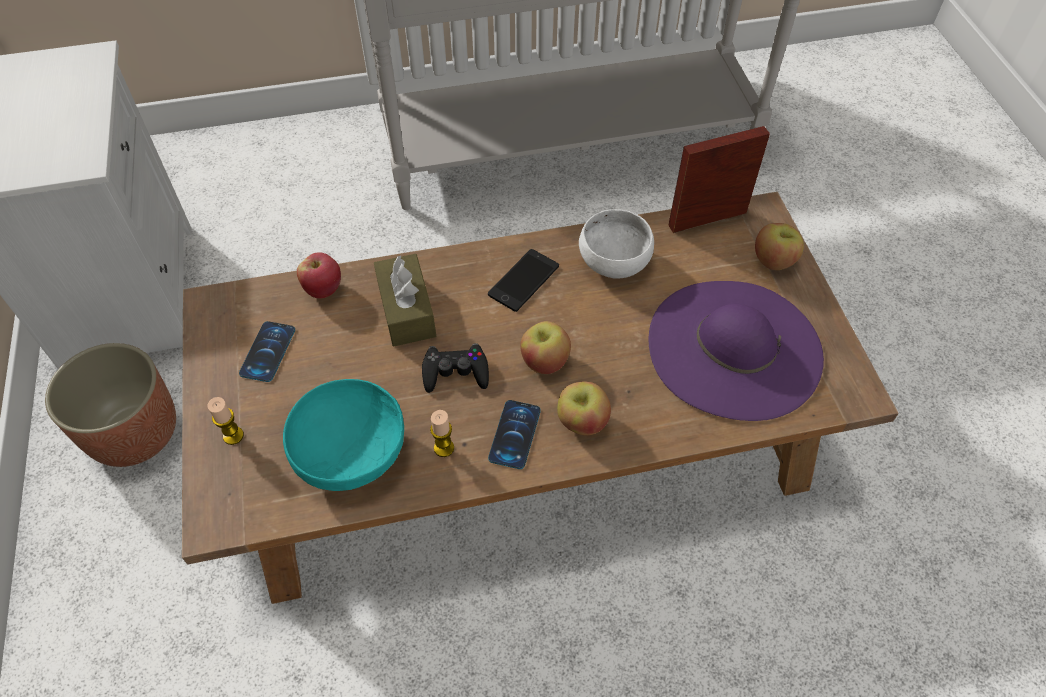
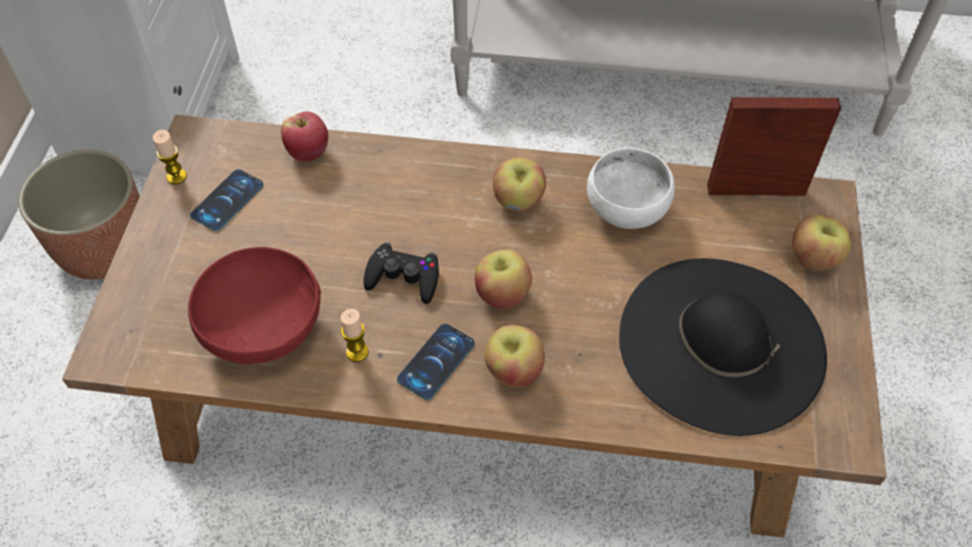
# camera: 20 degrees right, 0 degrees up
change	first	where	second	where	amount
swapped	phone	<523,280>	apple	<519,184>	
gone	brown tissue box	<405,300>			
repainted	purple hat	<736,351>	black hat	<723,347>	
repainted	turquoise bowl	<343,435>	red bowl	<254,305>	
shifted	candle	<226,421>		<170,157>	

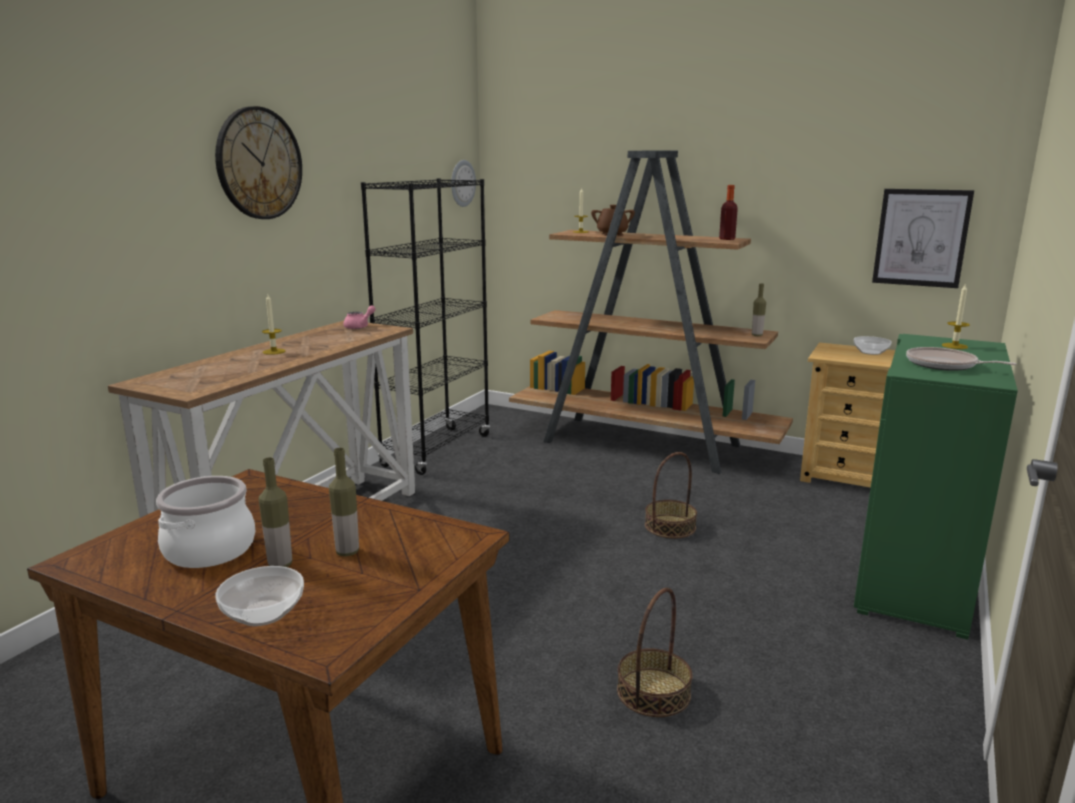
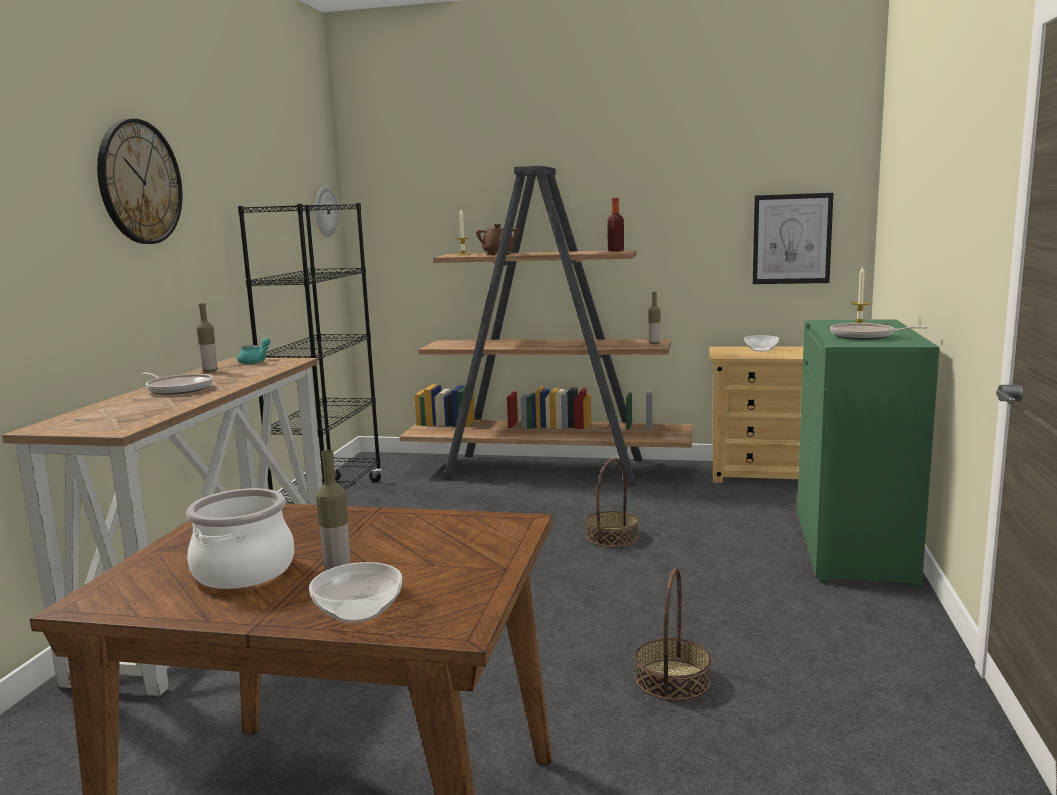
# camera: 15 degrees left, 5 degrees down
change	first	where	second	where	amount
swapped	candle	<273,324>	frying pan	<177,383>	
repainted	pink teapot	<359,317>	turquoise teapot	<254,351>	
shifted	bottle	<344,502>		<206,337>	

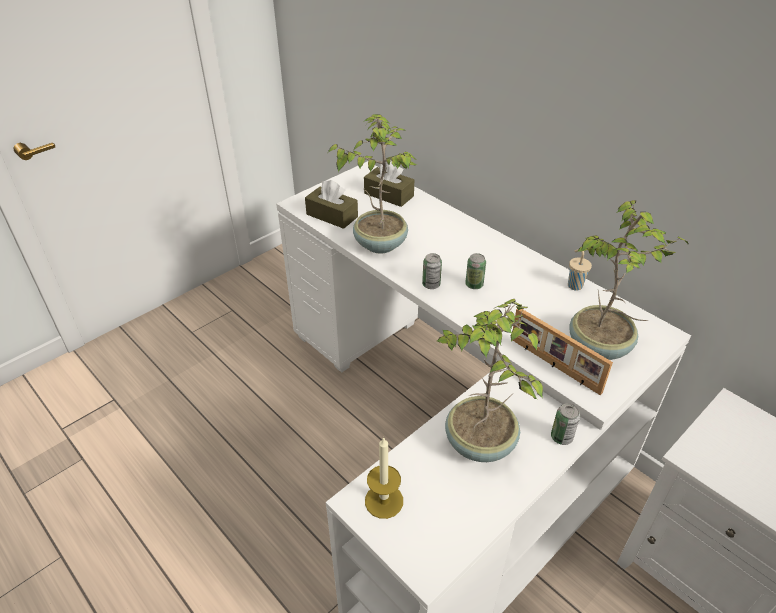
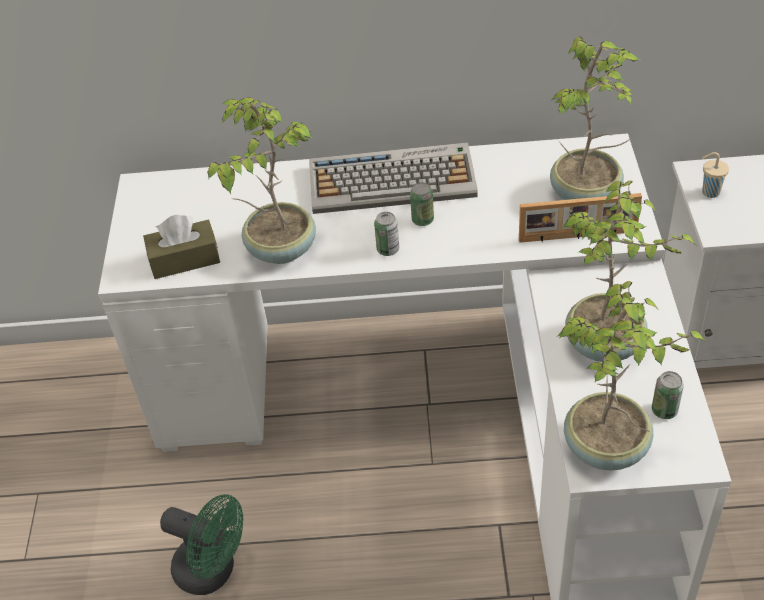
# camera: 45 degrees left, 5 degrees up
change	first	where	second	where	amount
gone	brown tissue box	<389,183>			
shifted	beige cup	<580,270>		<715,175>	
shifted	can	<565,424>		<668,395>	
swapped	candle	<384,478>	potted plant	<632,375>	
new			keyboard	<393,178>	
new			green fan	<201,544>	

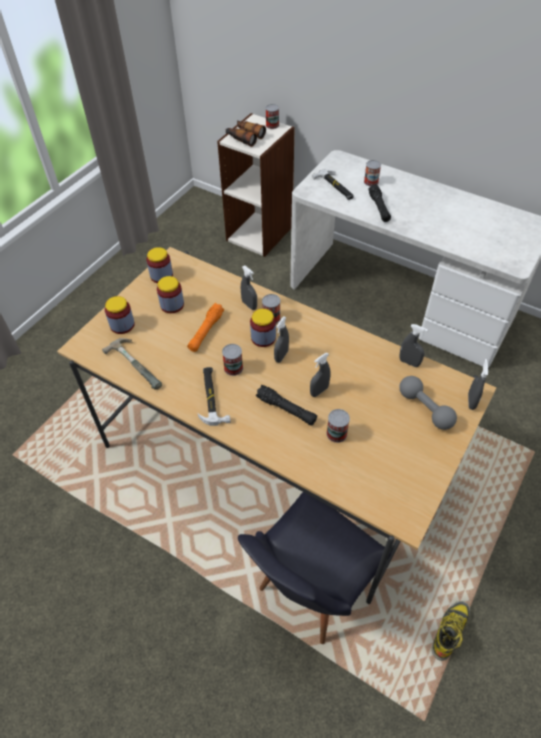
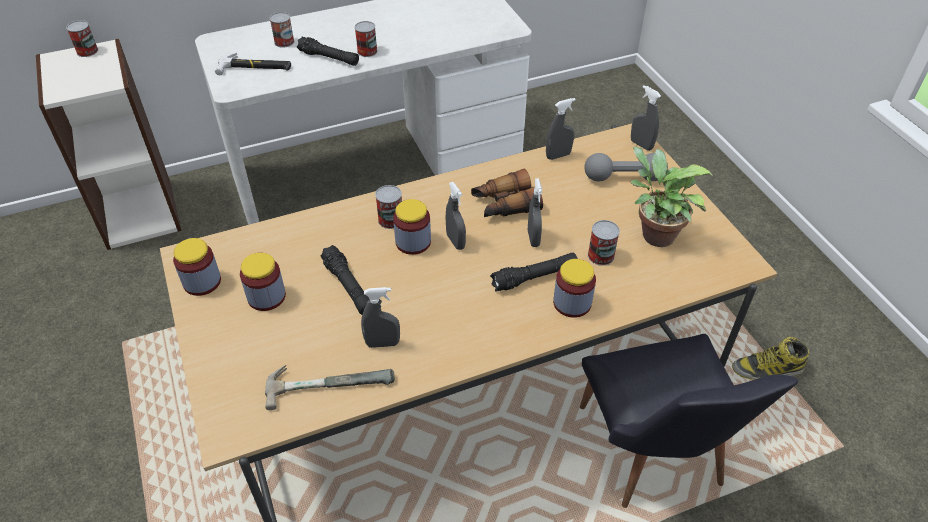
# camera: 55 degrees left, 5 degrees down
change	first	where	second	where	amount
shifted	binoculars	<246,133>		<507,193>	
shifted	grey spray bottle	<249,288>		<380,317>	
shifted	jar	<120,315>		<574,288>	
repainted	orange flashlight	<205,327>	black flashlight	<345,280>	
shifted	can	<232,360>		<366,39>	
gone	hammer	<214,396>			
rotated	boot	<450,631>		<770,358>	75 degrees counterclockwise
new			potted plant	<672,197>	

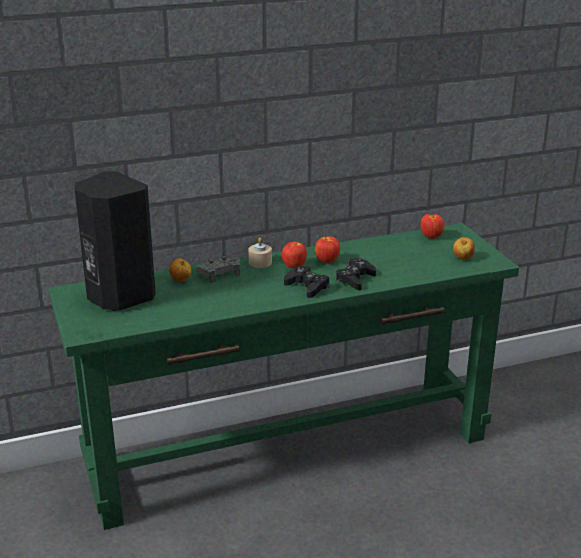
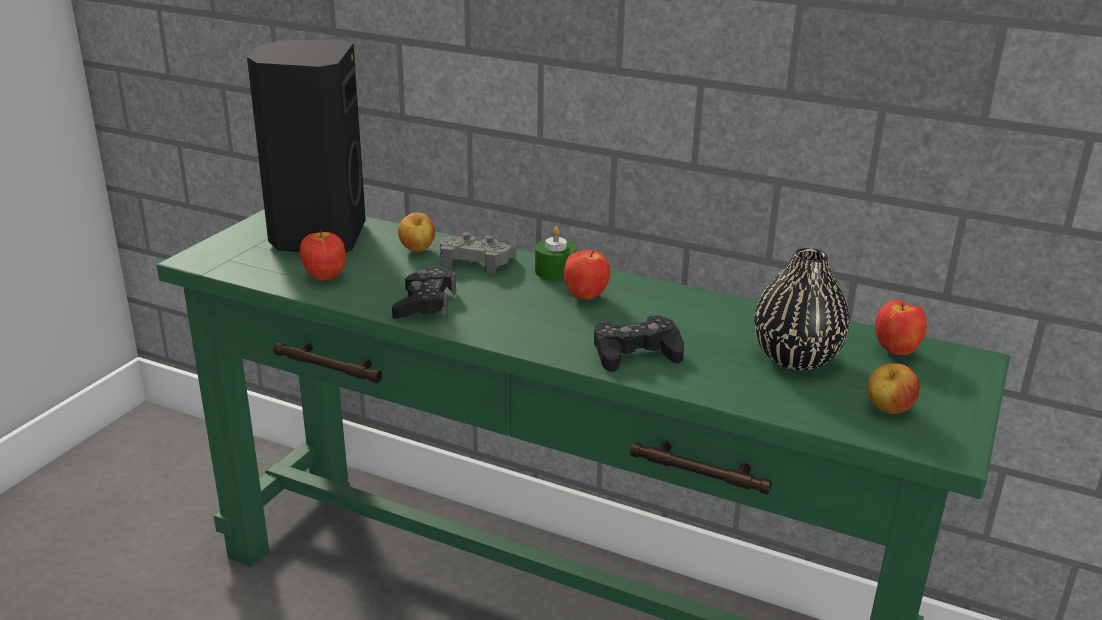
# camera: 45 degrees right, 0 degrees up
change	first	where	second	where	amount
shifted	apple	<327,249>		<323,255>	
repainted	beige candle	<260,252>	green candle	<556,253>	
shifted	black game controller	<307,282>		<424,292>	
new			black vase	<802,309>	

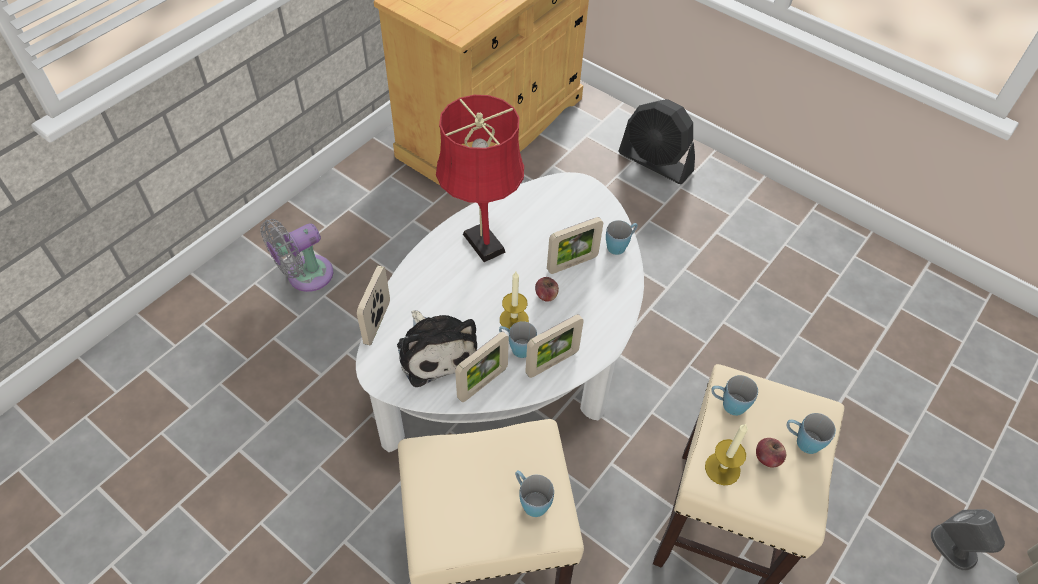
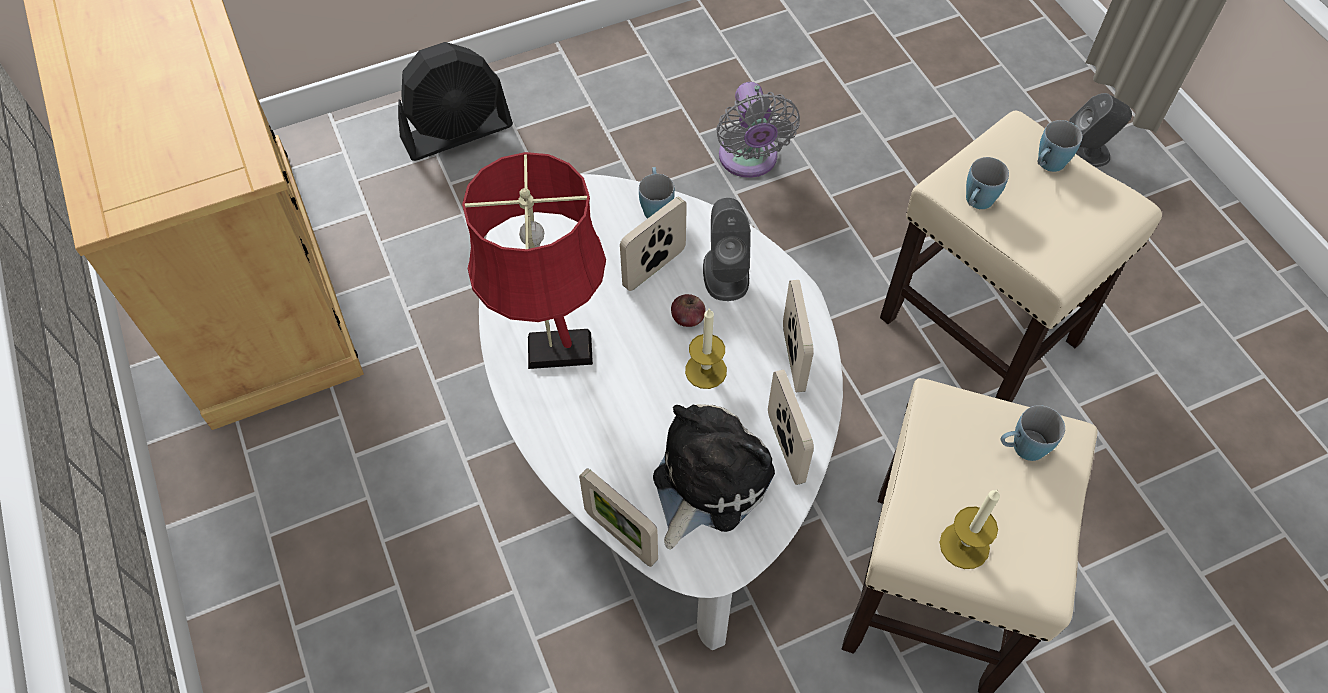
# camera: 60 degrees left, 5 degrees up
change	first	where	second	where	amount
rotated	picture frame	<575,245>		<653,244>	135 degrees counterclockwise
shifted	grey fan	<296,255>		<758,130>	
rotated	plush toy	<437,348>		<714,476>	60 degrees counterclockwise
gone	blue mug	<518,339>			
shifted	candle	<726,455>		<970,529>	
gone	apple	<771,452>			
new			grey speaker	<727,249>	

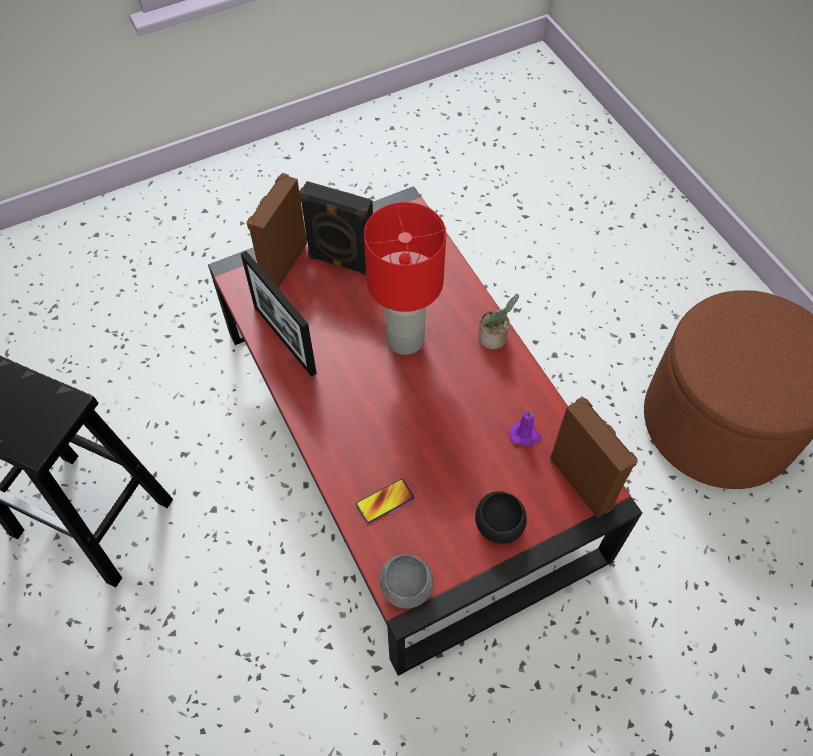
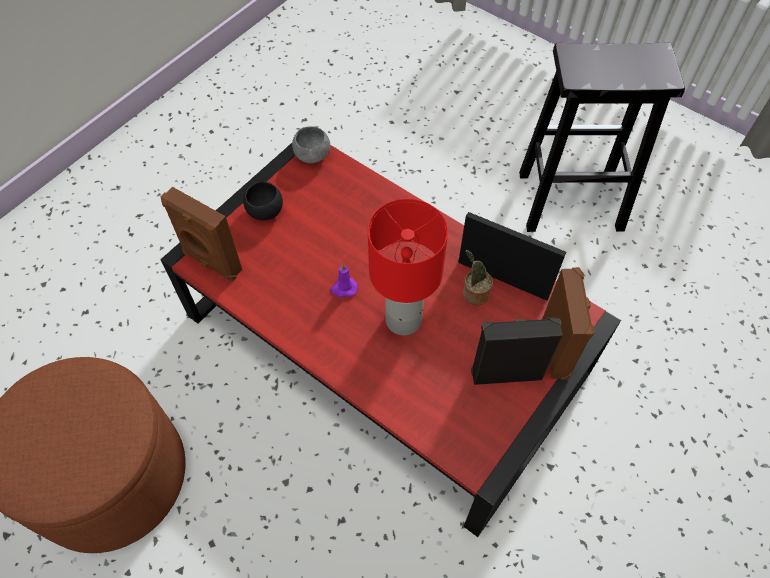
# camera: 155 degrees right, 0 degrees up
change	first	where	second	where	amount
shifted	potted plant	<498,321>		<478,277>	
shifted	purple candle	<525,428>		<344,280>	
gone	phone	<385,501>			

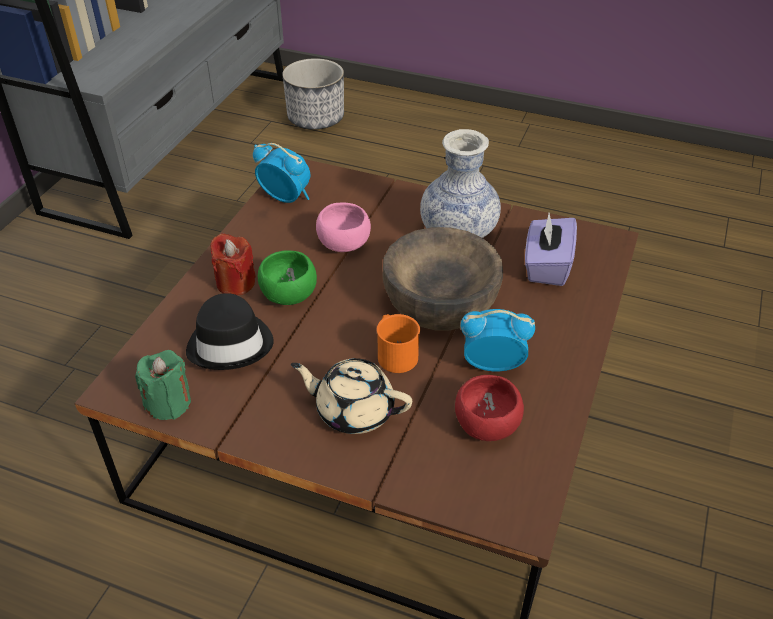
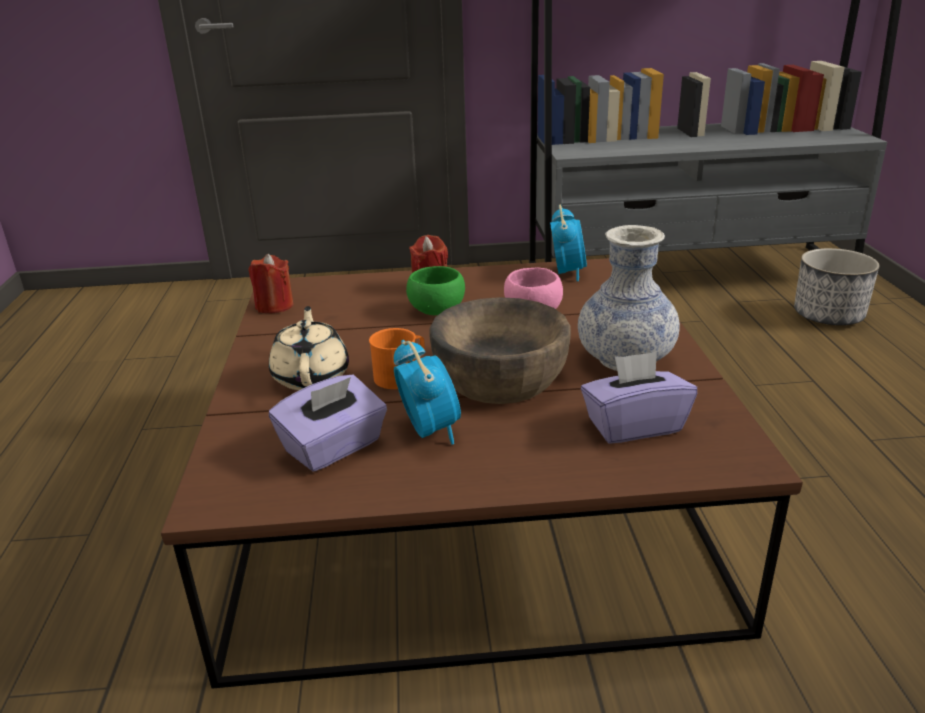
# camera: 65 degrees right, 15 degrees down
change	first	where	second	where	amount
gone	black hat	<230,331>			
repainted	green candle	<163,385>	red candle	<270,283>	
swapped	red bowl	<489,408>	purple tissue box	<328,423>	

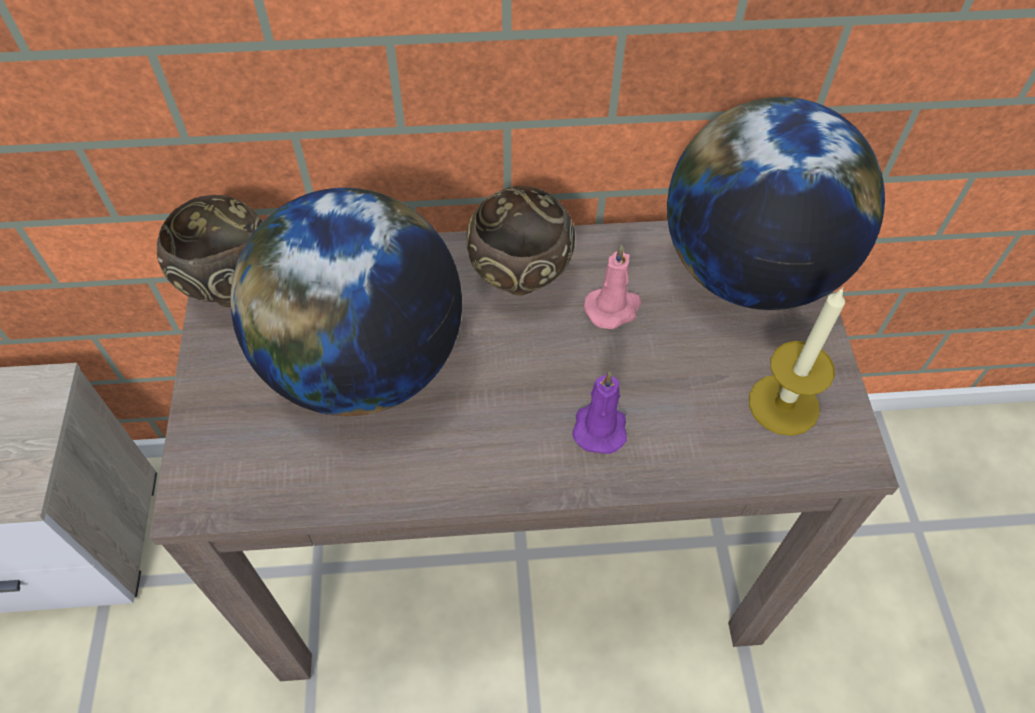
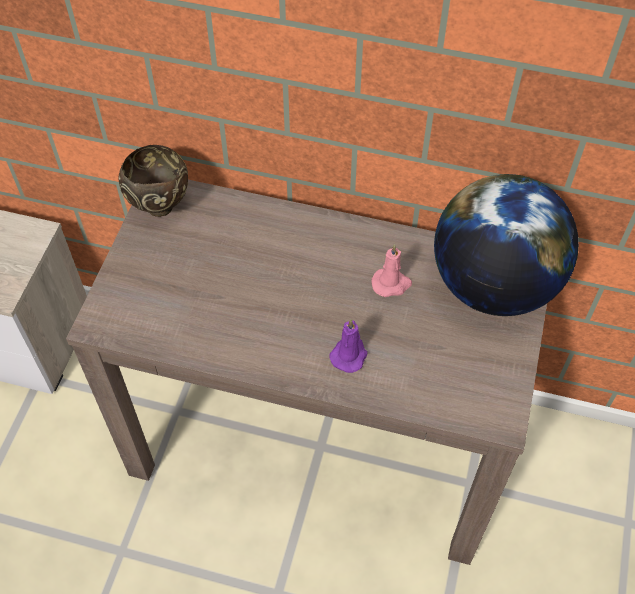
# camera: 20 degrees right, 0 degrees up
change	first	where	second	where	amount
gone	brown bowl	<520,240>			
gone	globe	<346,302>			
gone	candle	<797,361>			

